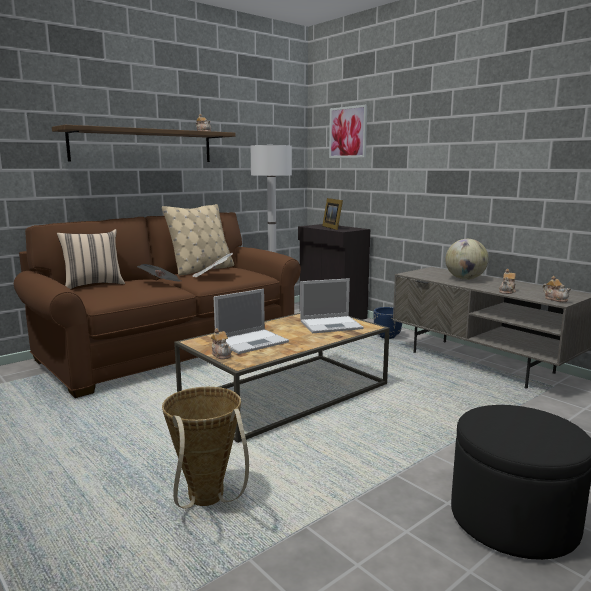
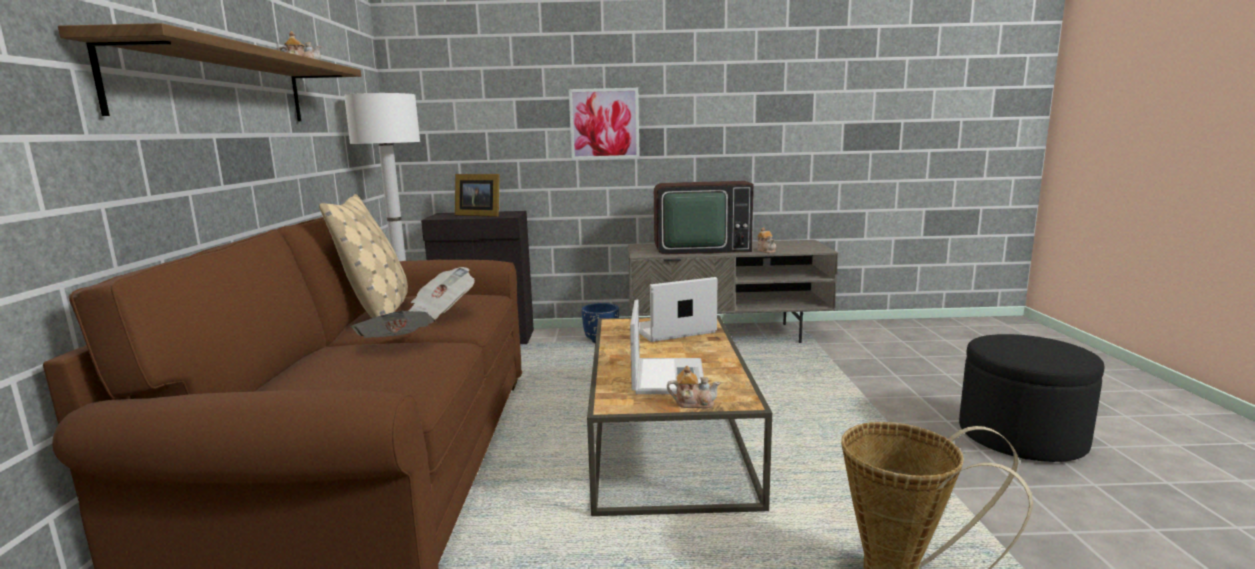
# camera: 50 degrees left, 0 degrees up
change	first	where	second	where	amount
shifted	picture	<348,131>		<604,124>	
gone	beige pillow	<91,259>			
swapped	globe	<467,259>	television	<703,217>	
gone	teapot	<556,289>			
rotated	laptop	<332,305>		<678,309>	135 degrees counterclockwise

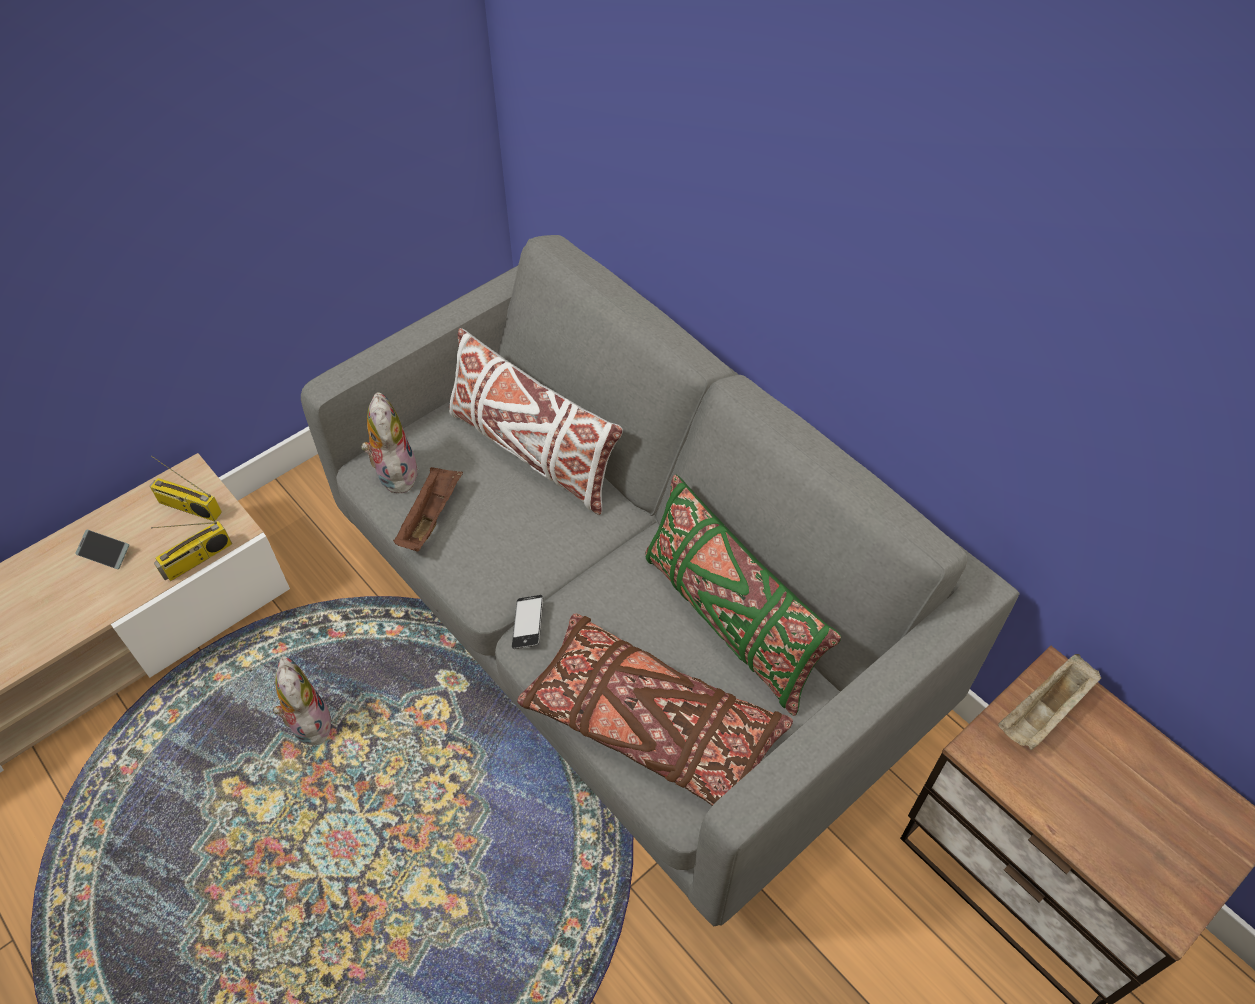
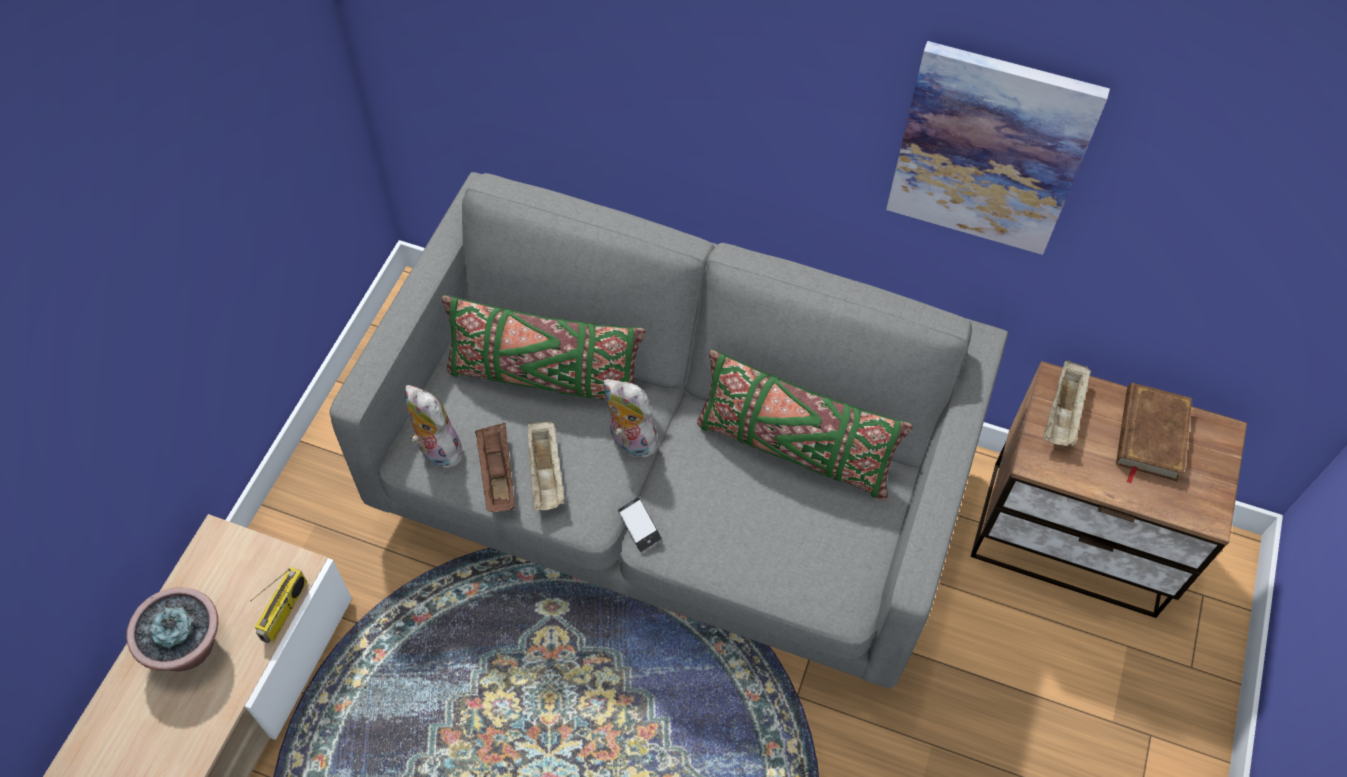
# camera: 30 degrees left, 5 degrees up
change	first	where	second	where	amount
repainted	white pillow	<536,421>	green pillow	<543,347>	
gone	radio	<186,488>			
swapped	phone	<102,549>	potted plant	<172,629>	
gone	brown pillow	<655,709>			
shifted	plush toy	<302,700>		<630,418>	
new			picture	<998,148>	
new			brown book	<1154,433>	
new			beige tray	<546,465>	

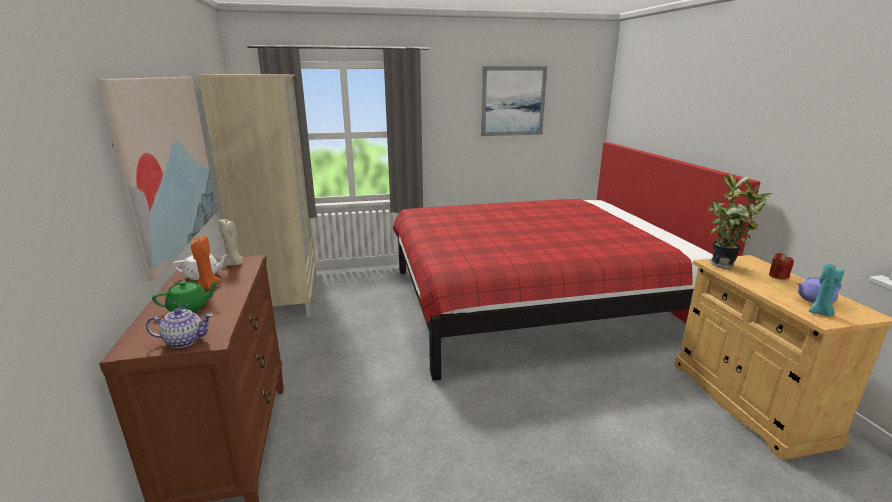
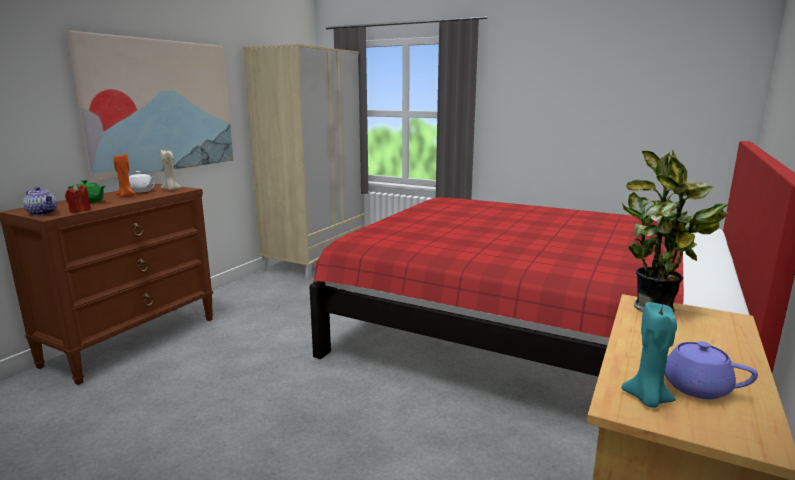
# camera: 40 degrees right, 5 degrees down
change	first	where	second	where	amount
gone	picture	<514,101>			
shifted	red candle	<781,266>		<78,198>	

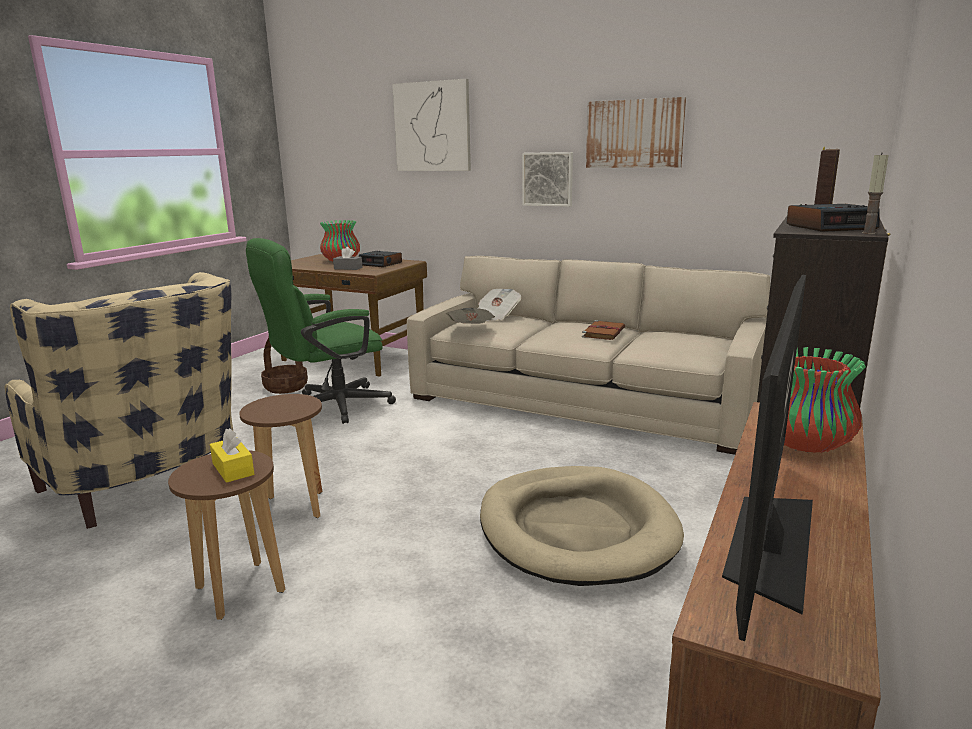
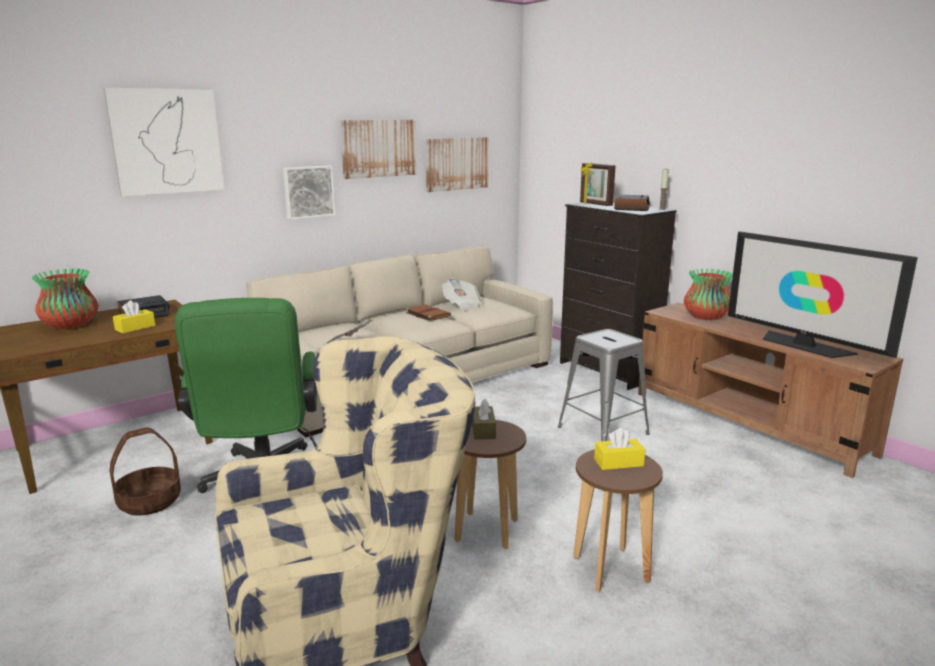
# camera: 65 degrees left, 0 degrees up
change	first	where	second	where	amount
repainted	grey tissue box	<347,258>	yellow tissue box	<134,316>	
shifted	newspaper	<499,305>		<462,294>	
swapped	beige dog bed	<582,526>	grey stool	<604,385>	
new			picture	<457,164>	
new			brown tissue box	<484,419>	

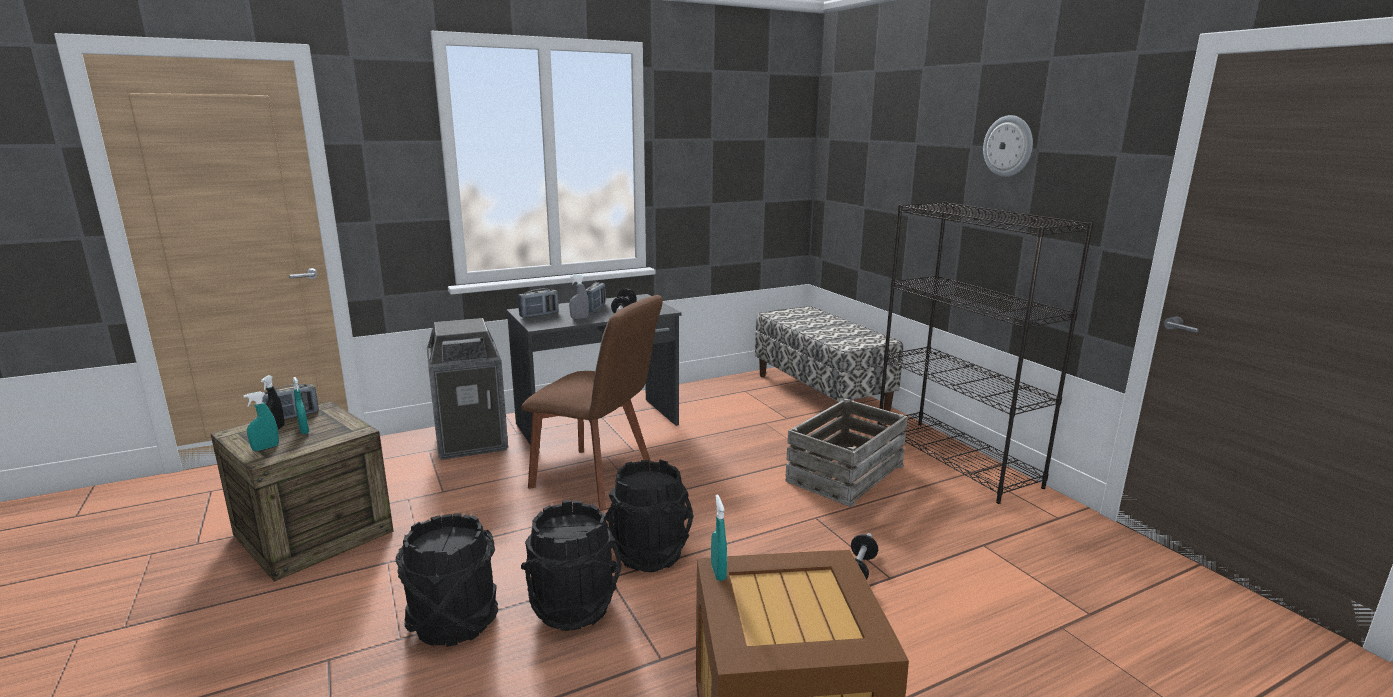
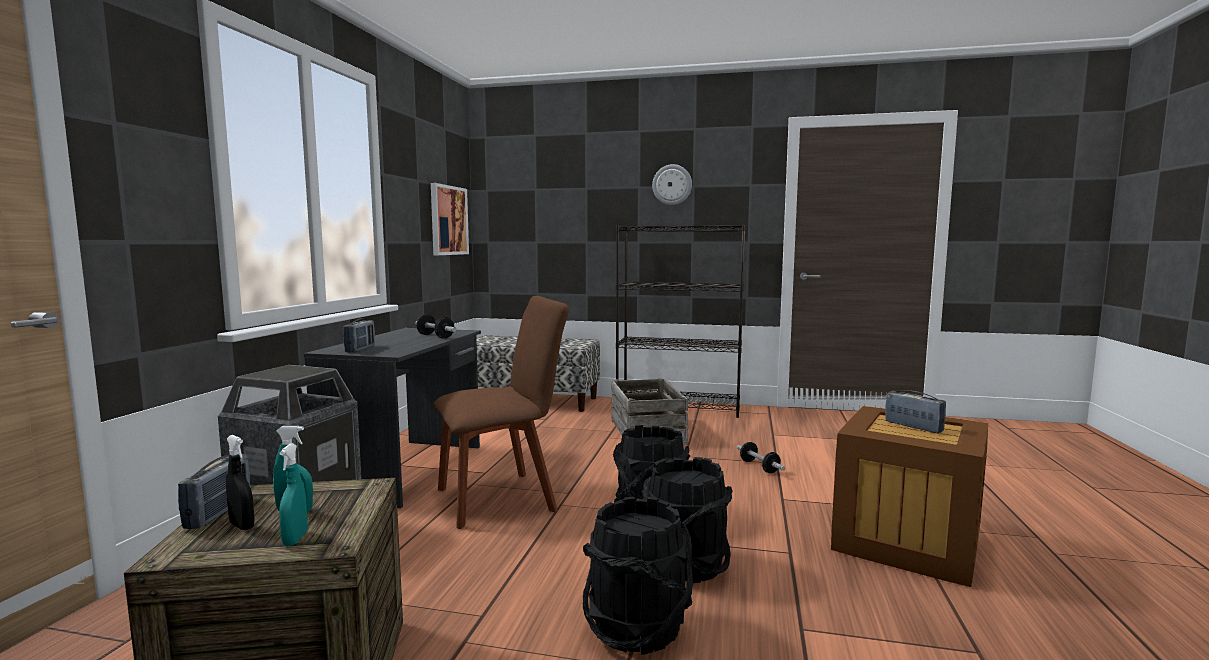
# camera: 50 degrees left, 10 degrees down
change	first	where	second	where	amount
gone	grey spray bottle	<579,297>			
shifted	radio	<596,297>		<915,411>	
gone	turquoise spray bottle	<719,537>			
new			picture	<450,219>	

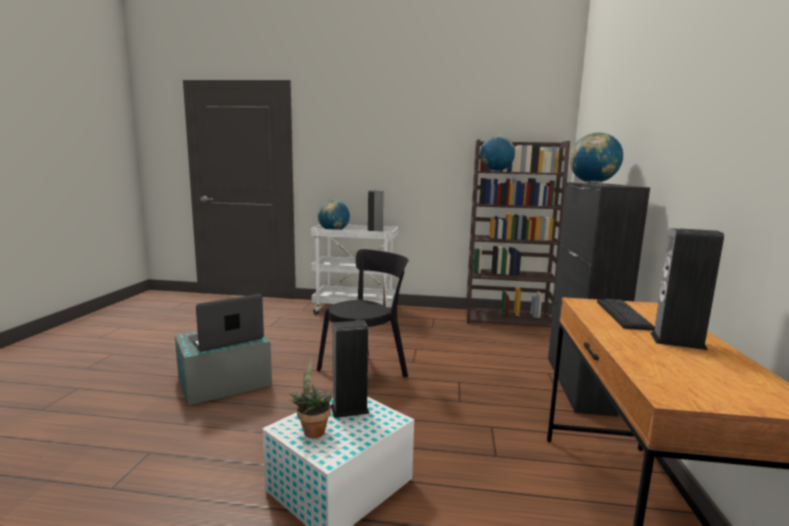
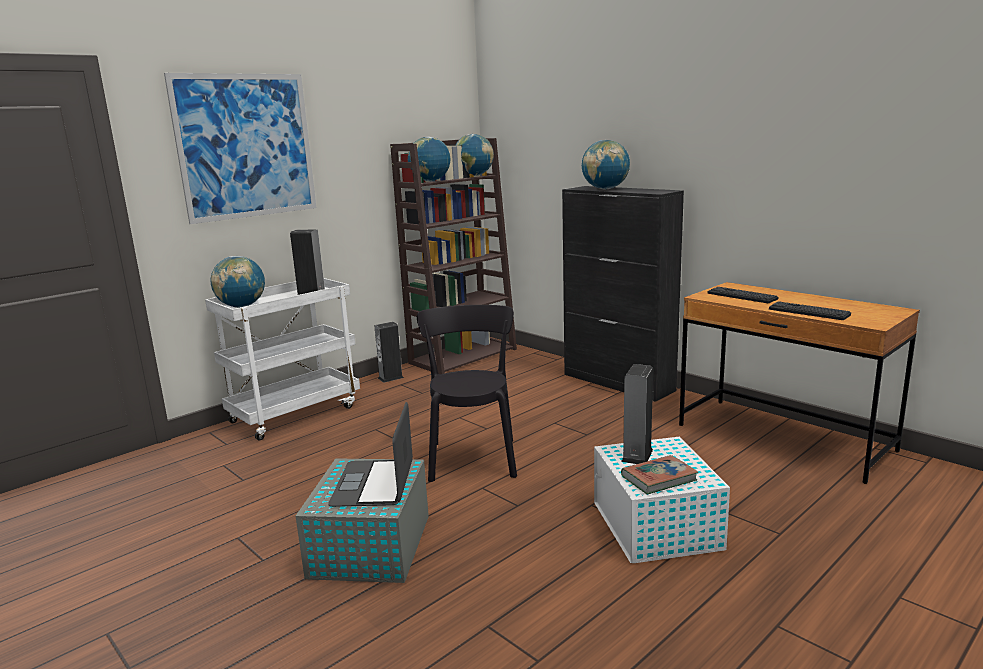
# camera: 50 degrees left, 5 degrees up
change	first	where	second	where	amount
shifted	speaker	<687,289>		<389,352>	
swapped	potted plant	<311,398>	book	<659,475>	
new			picture	<240,148>	
new			globe	<475,155>	
new			keyboard	<810,310>	

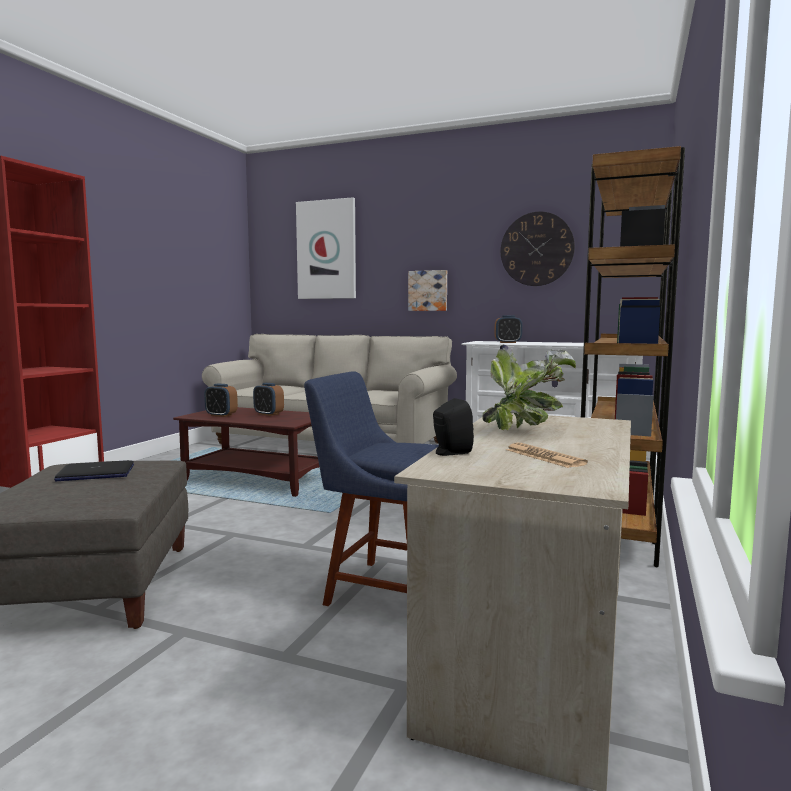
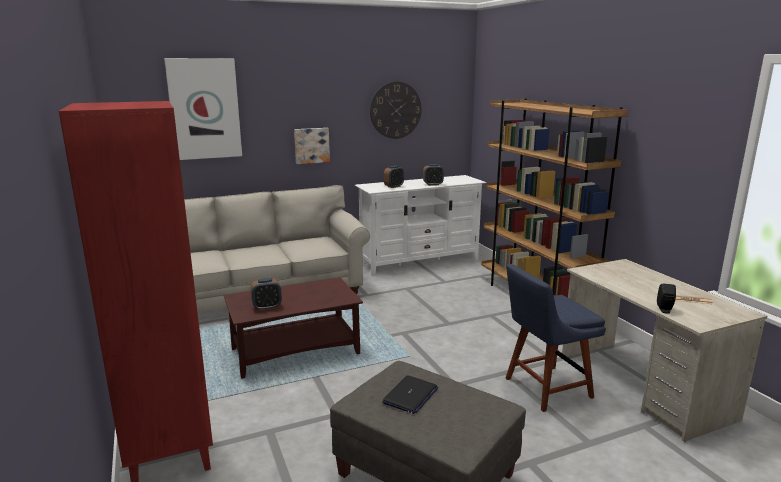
# camera: 45 degrees left, 10 degrees up
change	first	where	second	where	amount
gone	potted plant	<529,387>			
shifted	alarm clock	<268,399>		<433,175>	

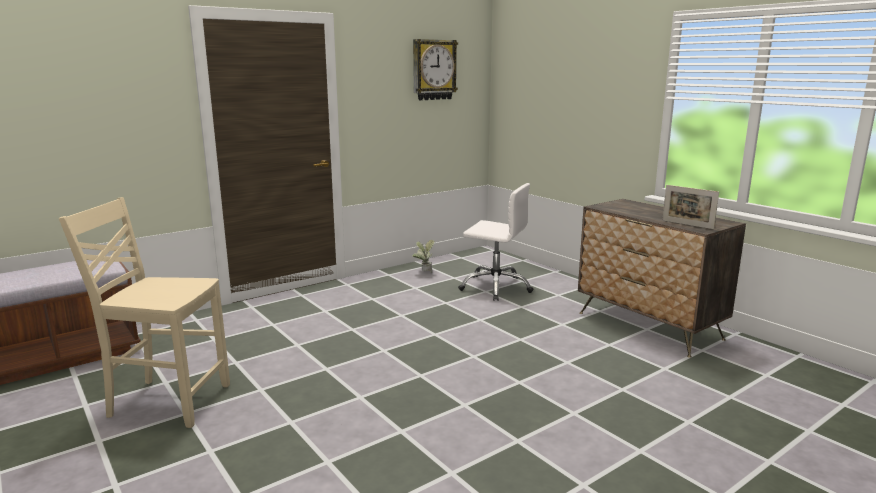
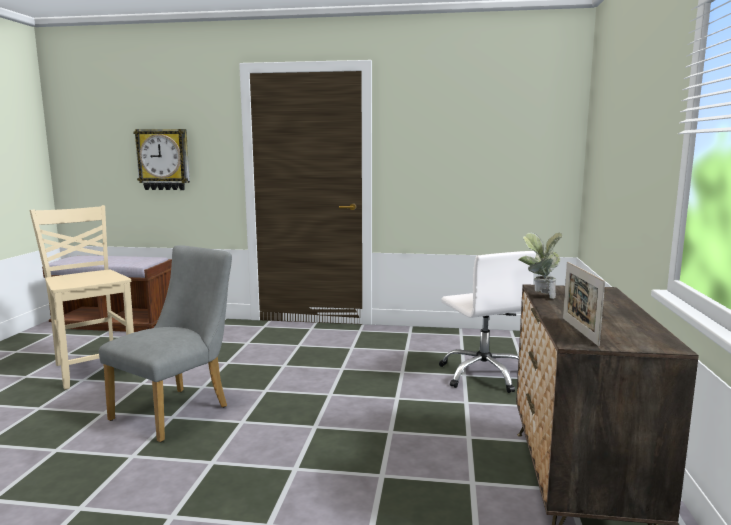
# camera: 45 degrees right, 5 degrees down
change	first	where	second	where	amount
shifted	wall clock	<435,69>		<161,159>	
shifted	potted plant	<423,256>		<540,265>	
new			grey chair	<165,344>	

